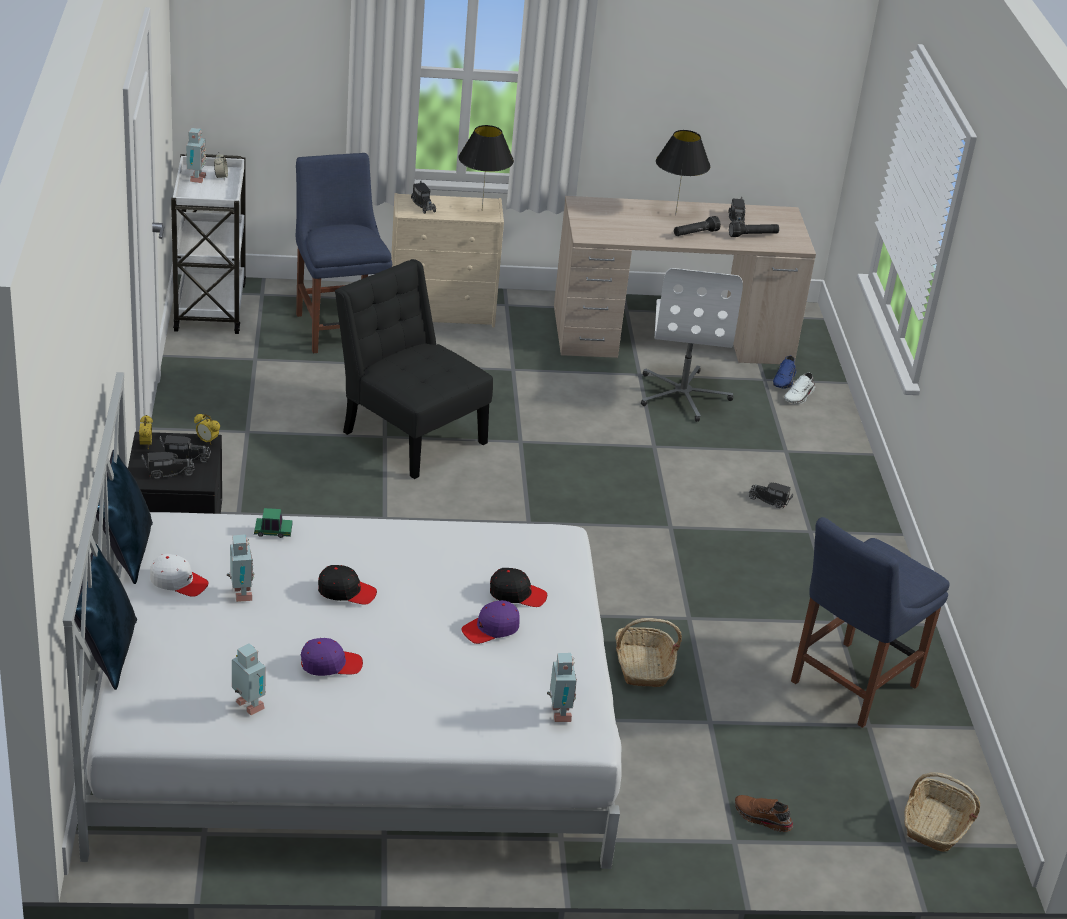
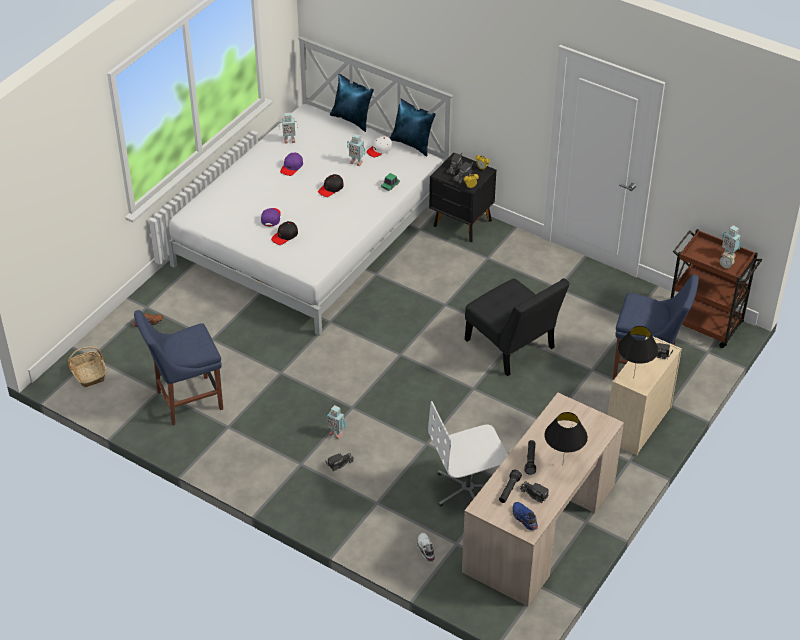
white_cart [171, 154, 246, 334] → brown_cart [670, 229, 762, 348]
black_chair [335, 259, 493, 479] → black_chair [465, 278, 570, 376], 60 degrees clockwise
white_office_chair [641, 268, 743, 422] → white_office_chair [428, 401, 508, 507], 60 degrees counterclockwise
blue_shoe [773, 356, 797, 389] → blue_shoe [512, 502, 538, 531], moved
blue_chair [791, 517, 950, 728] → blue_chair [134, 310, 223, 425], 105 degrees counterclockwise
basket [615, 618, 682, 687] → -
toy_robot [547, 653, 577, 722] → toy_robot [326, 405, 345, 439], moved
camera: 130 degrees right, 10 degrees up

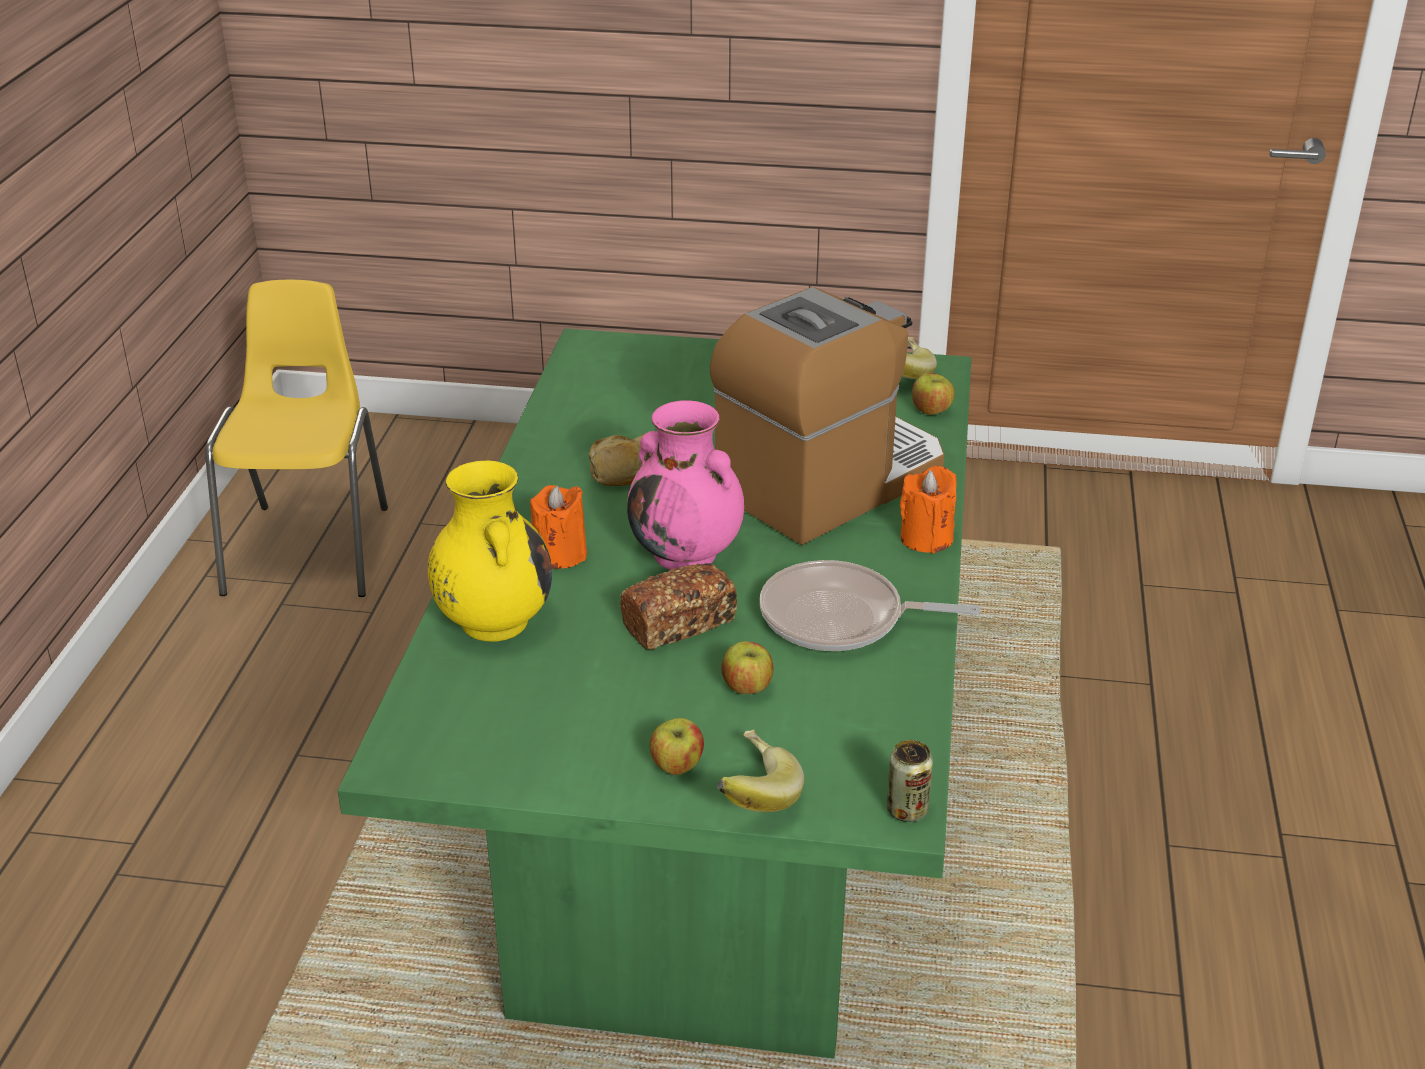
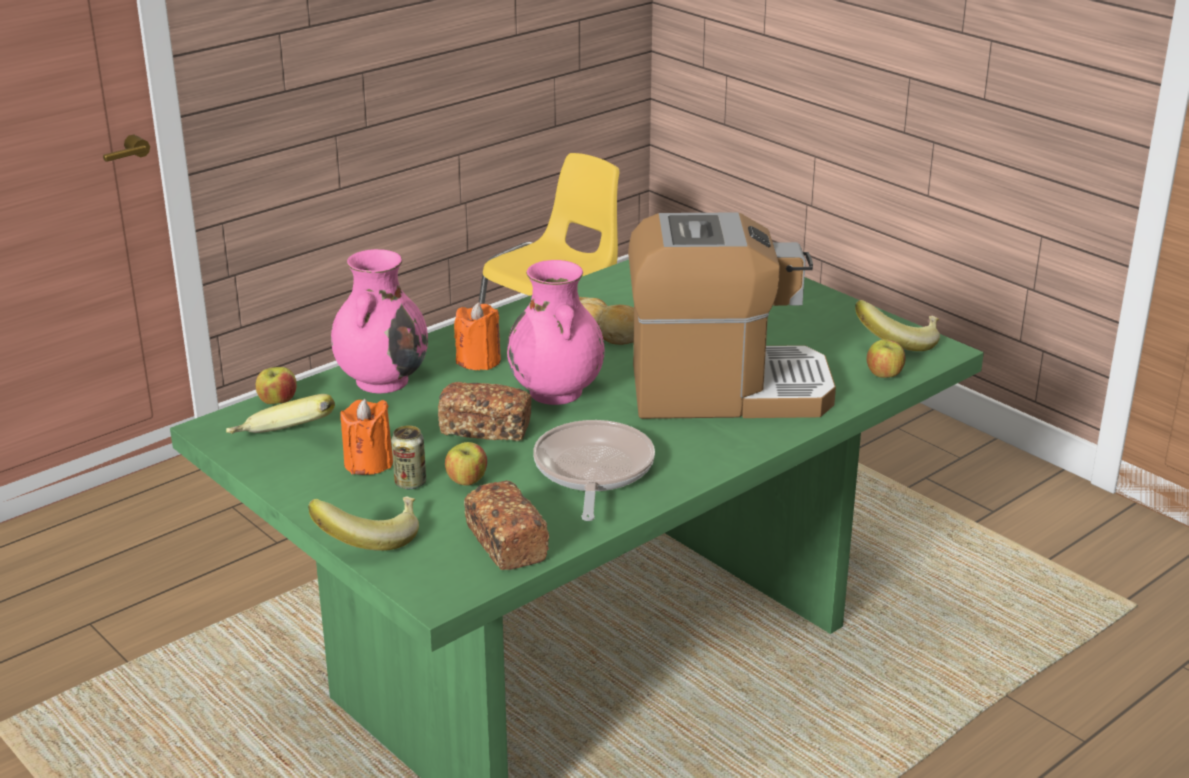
yellow_vase [428, 461, 552, 642] → pink_vase [331, 249, 428, 394]
orange_candle [900, 466, 956, 554] → orange_candle [341, 399, 393, 475], moved
frying_pan [760, 560, 981, 651] → frying_pan [533, 420, 655, 521], 45 degrees clockwise
apple [650, 718, 704, 775] → apple [256, 367, 297, 404], moved
can [887, 740, 933, 822] → can [391, 425, 426, 489], moved
- → banana [226, 394, 335, 434]
- → bread [464, 480, 549, 570]
camera: 40 degrees right, 5 degrees down

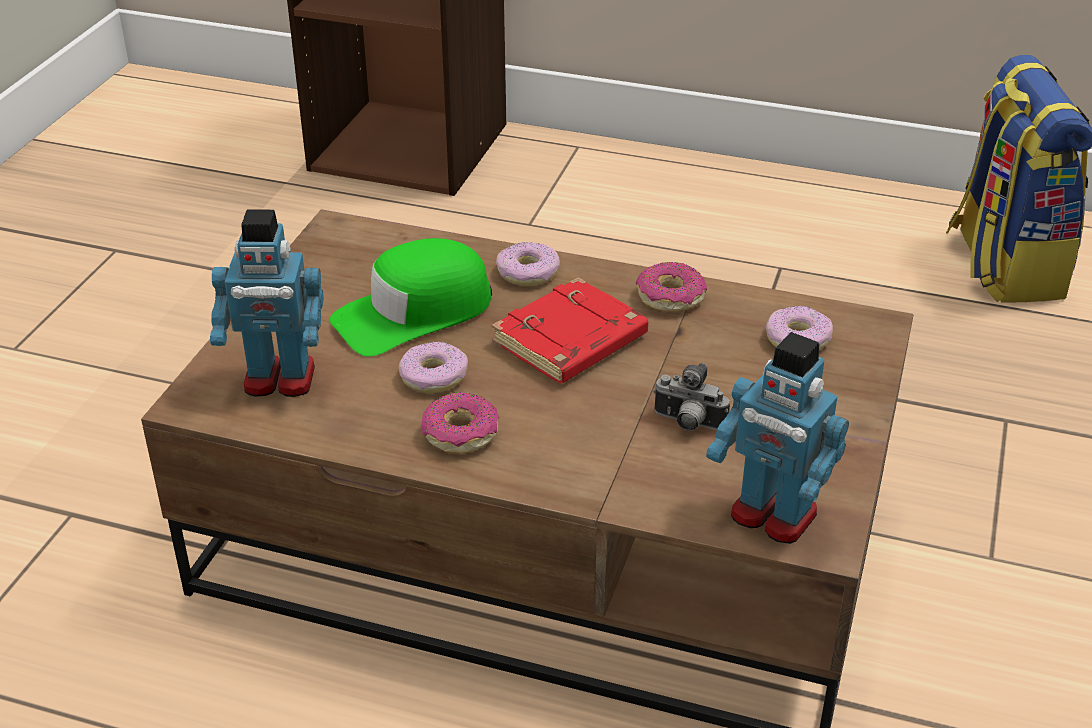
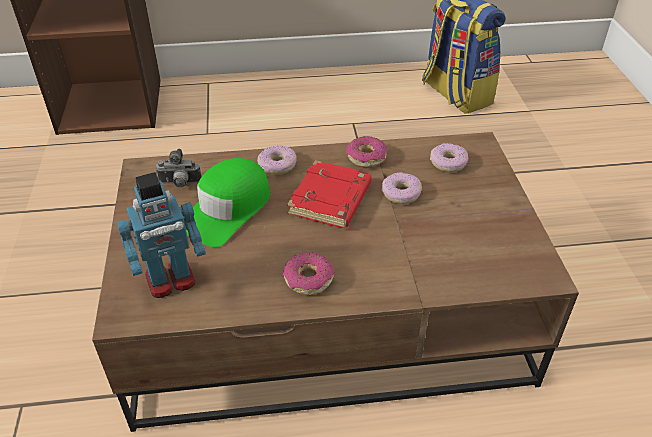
toy_robot [706, 332, 849, 544] → -
donut [399, 341, 468, 393] → donut [382, 172, 422, 204], moved
photo_camera [653, 363, 730, 431] → photo_camera [156, 149, 201, 187], moved
camera: 25 degrees left, 5 degrees up

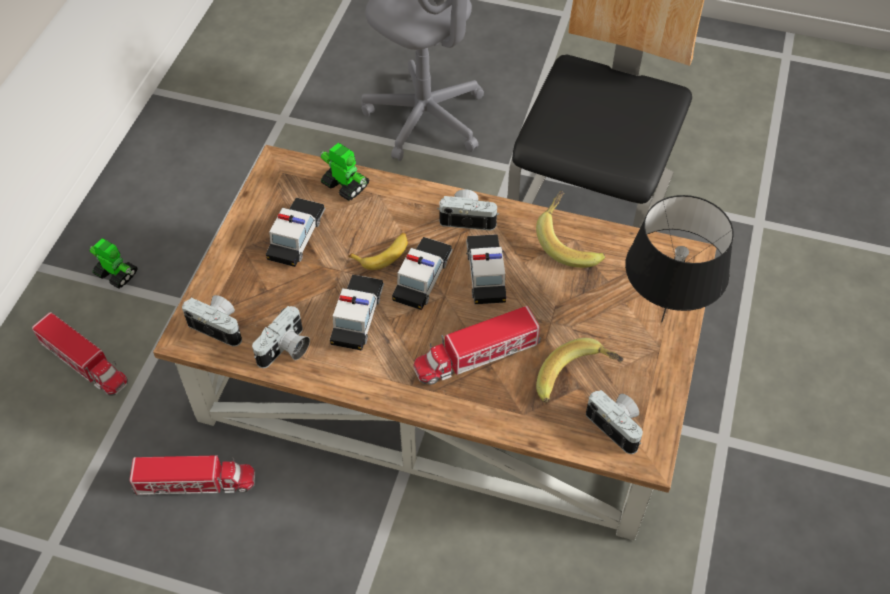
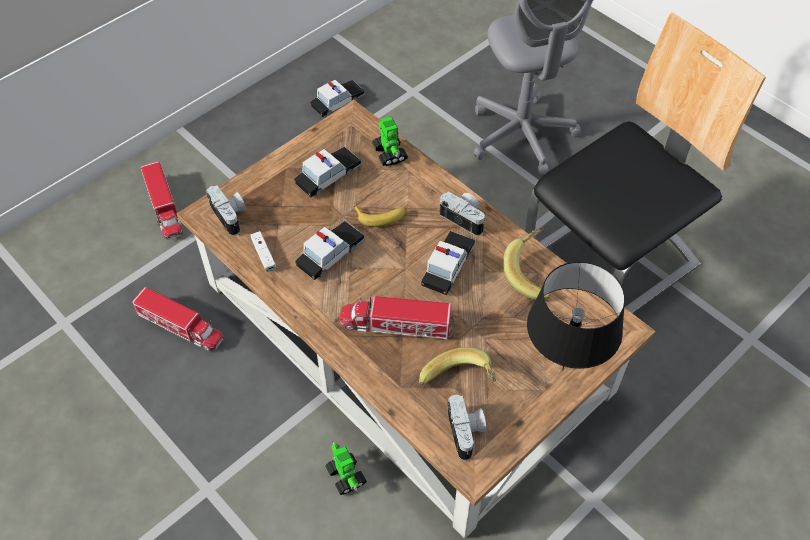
toy_car [392, 237, 453, 310] → toy_car [310, 80, 365, 117], moved
toy_robot [89, 238, 138, 289] → toy_robot [325, 441, 367, 495], moved
photo_camera [252, 306, 310, 368] → white_game_controller [250, 231, 276, 272]
camera: 30 degrees right, 0 degrees up

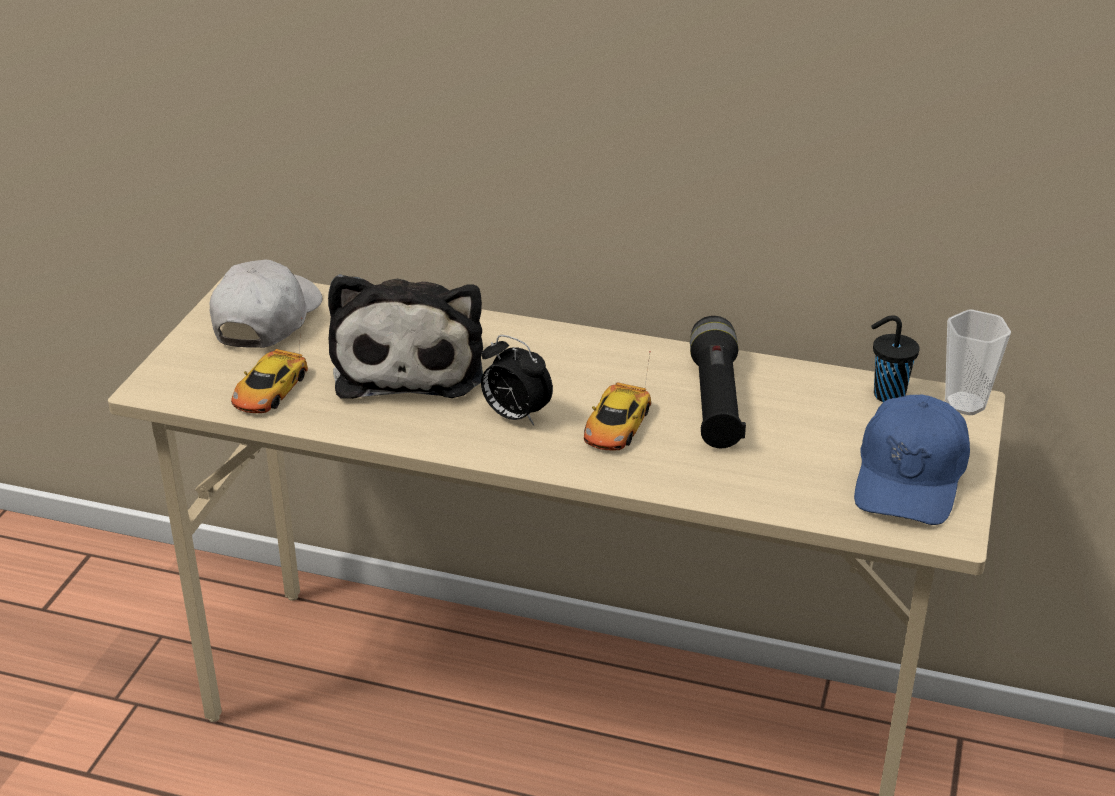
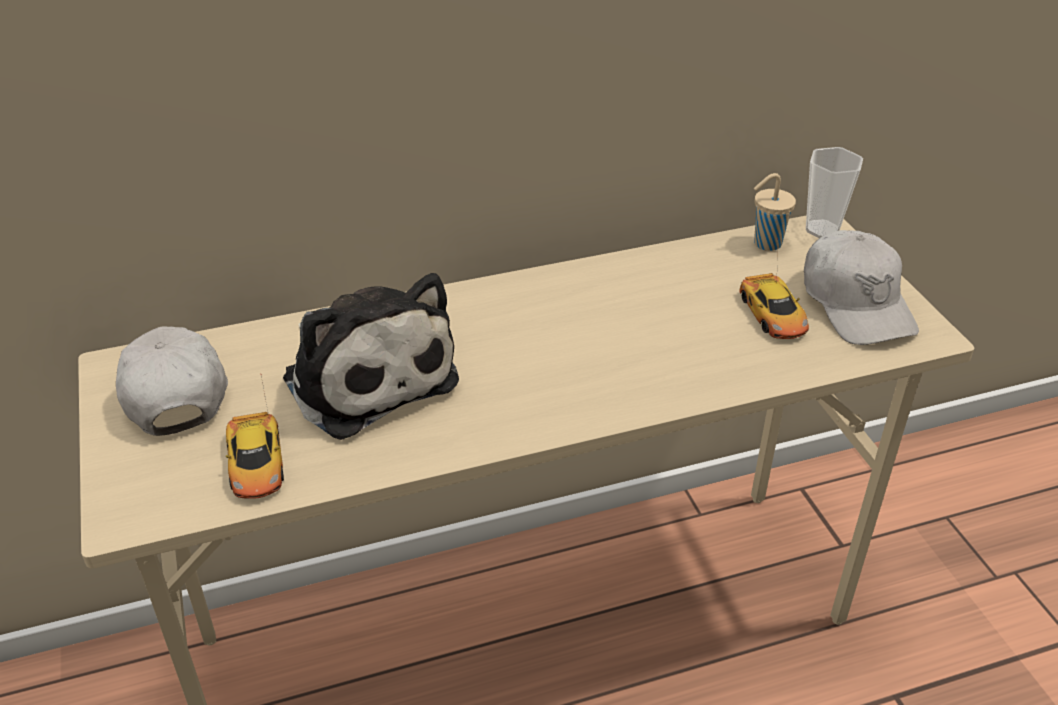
black_cup [871, 315, 920, 402] → beige_cup [754, 173, 796, 251]
black_flashlight [690, 316, 746, 448] → -
alarm_clock [481, 335, 553, 426] → -
toy_car [584, 351, 651, 451] → toy_car [739, 238, 809, 339], moved
blue_cap [854, 395, 970, 525] → white_cap [804, 230, 919, 345]
camera: 35 degrees left, 5 degrees up

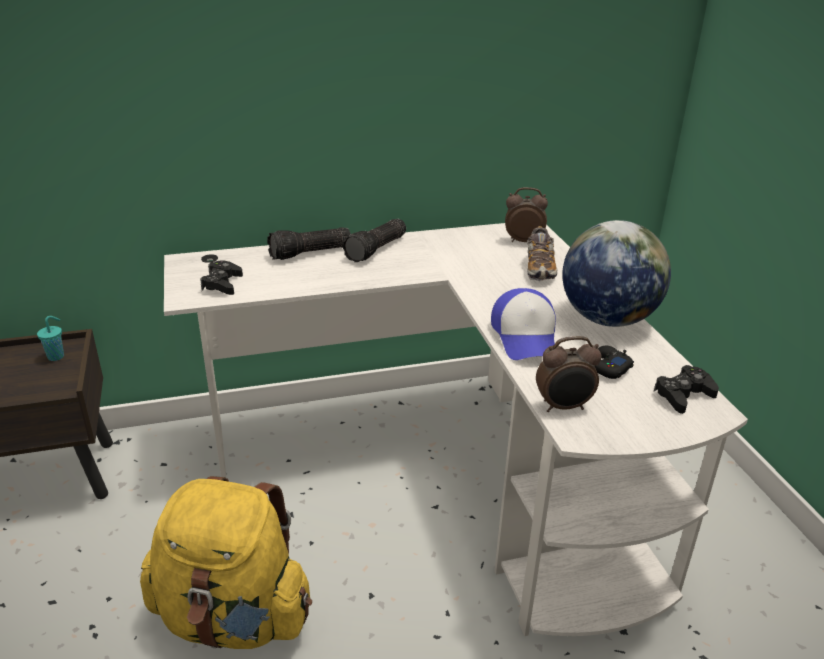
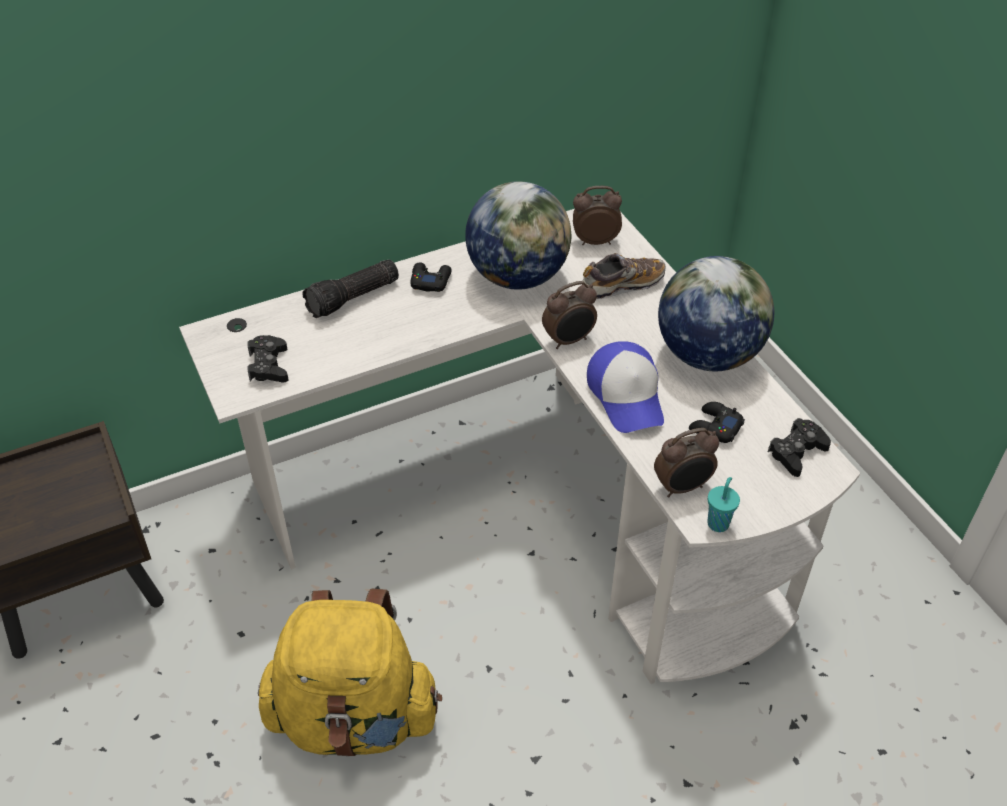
flashlight [343, 219, 406, 262] → black_game_controller [410, 262, 452, 292]
shoe [527, 226, 557, 281] → shoe [582, 253, 666, 299], 105 degrees counterclockwise
turquoise_cup [37, 316, 64, 361] → turquoise_cup [708, 477, 740, 532], moved
- → globe [465, 181, 571, 290]
- → alarm_clock [542, 281, 597, 349]
camera: 10 degrees left, 15 degrees up

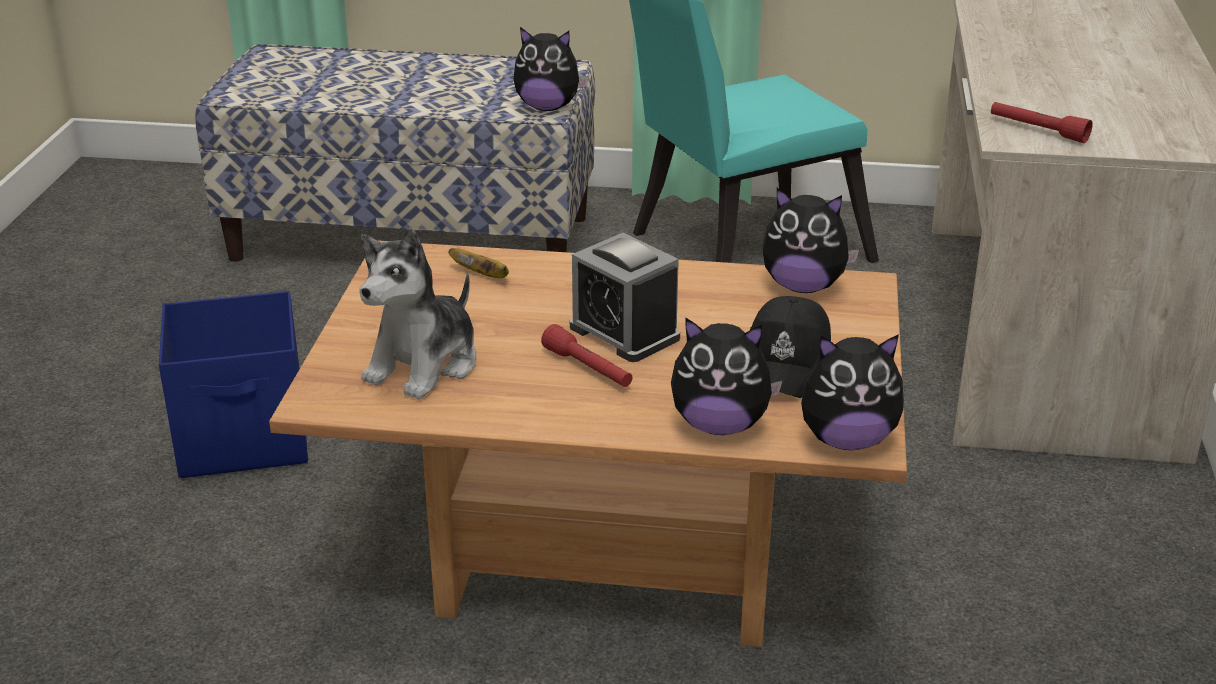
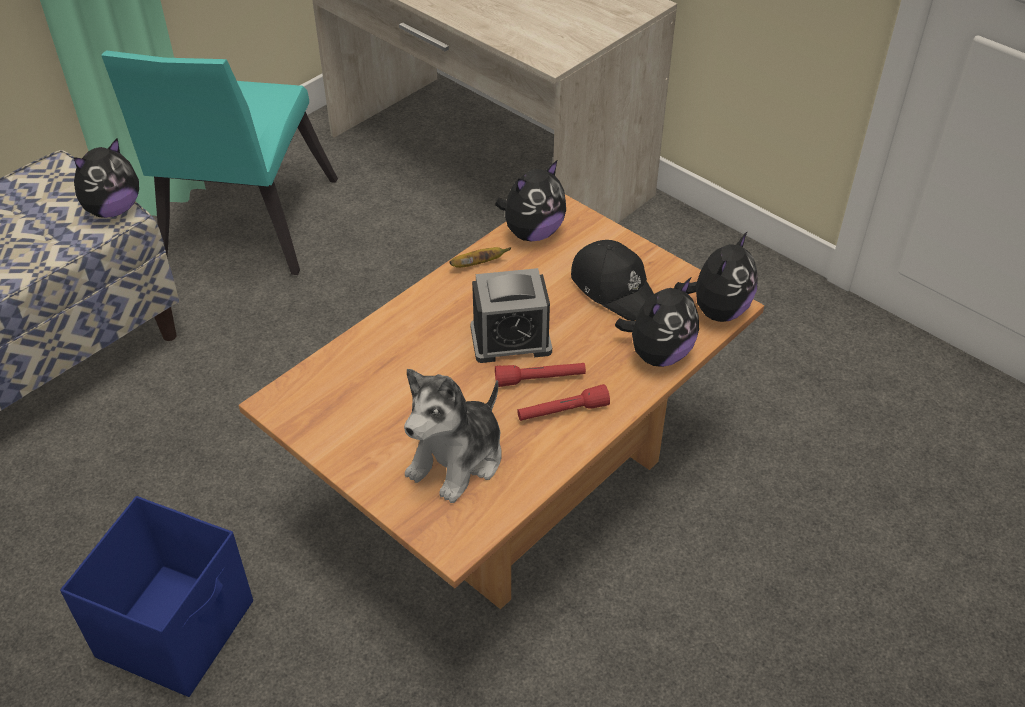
red_flashlight [991, 102, 1093, 143] → red_flashlight [517, 384, 610, 421], moved
plush_toy [359, 228, 476, 400] → plush_toy [404, 369, 501, 503], 60 degrees clockwise
banana [448, 248, 509, 278] → banana [449, 247, 511, 268], moved
camera: 55 degrees left, 15 degrees up

